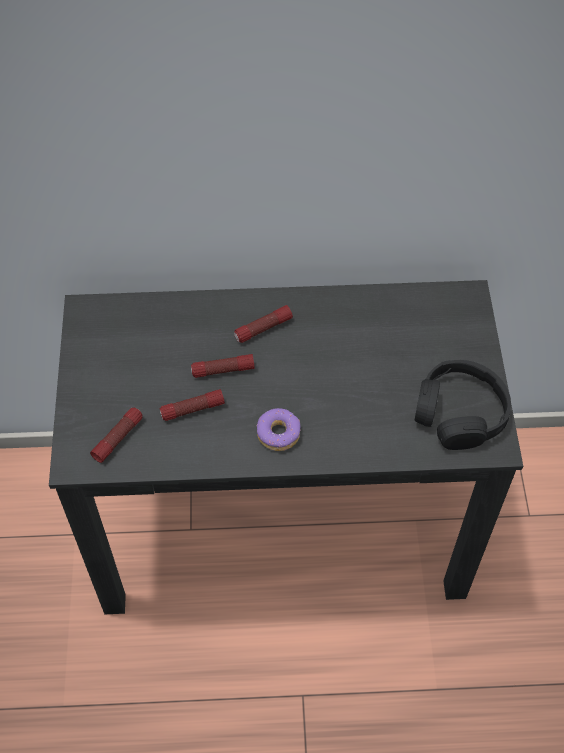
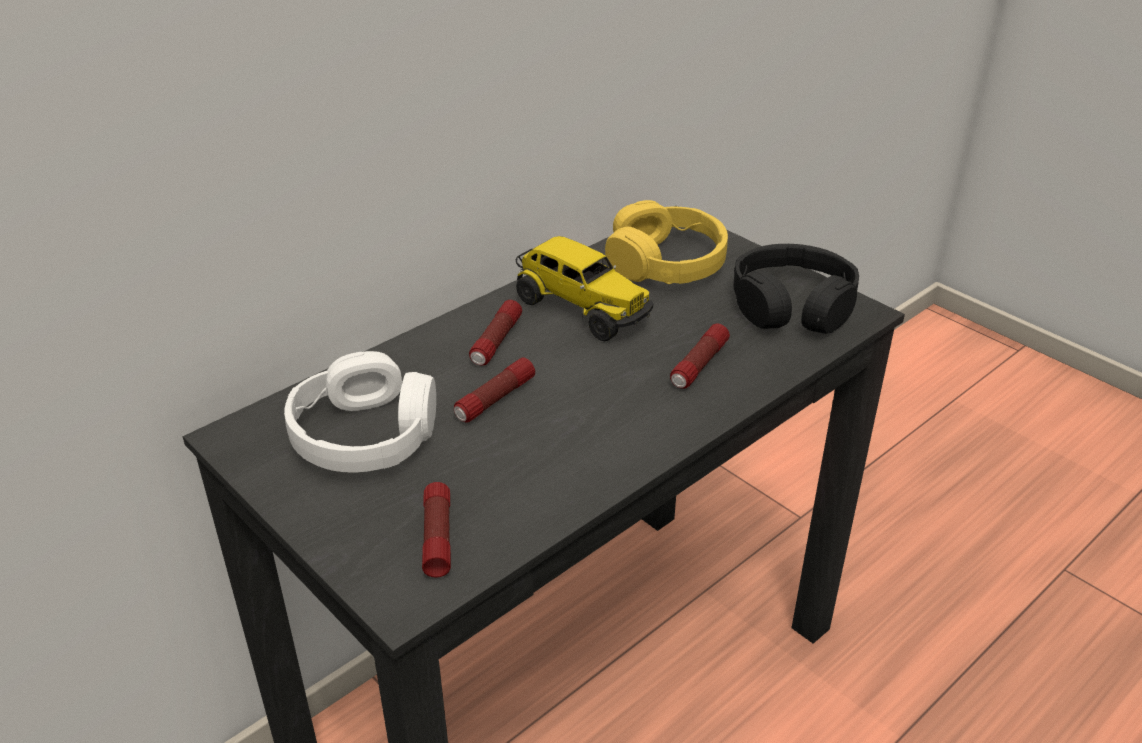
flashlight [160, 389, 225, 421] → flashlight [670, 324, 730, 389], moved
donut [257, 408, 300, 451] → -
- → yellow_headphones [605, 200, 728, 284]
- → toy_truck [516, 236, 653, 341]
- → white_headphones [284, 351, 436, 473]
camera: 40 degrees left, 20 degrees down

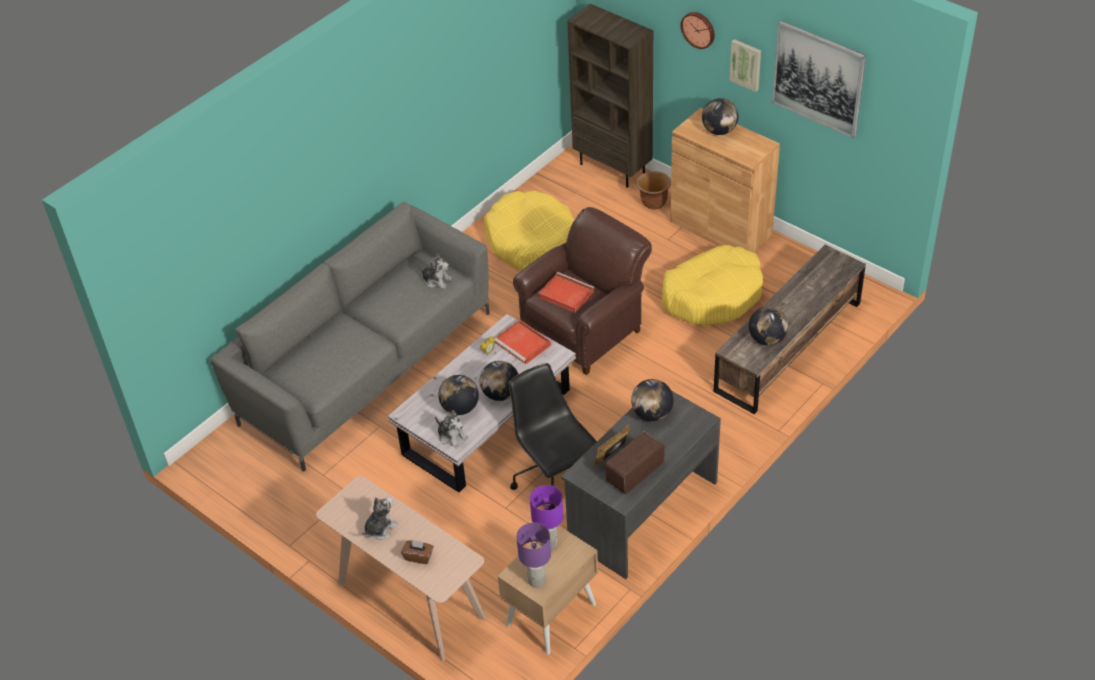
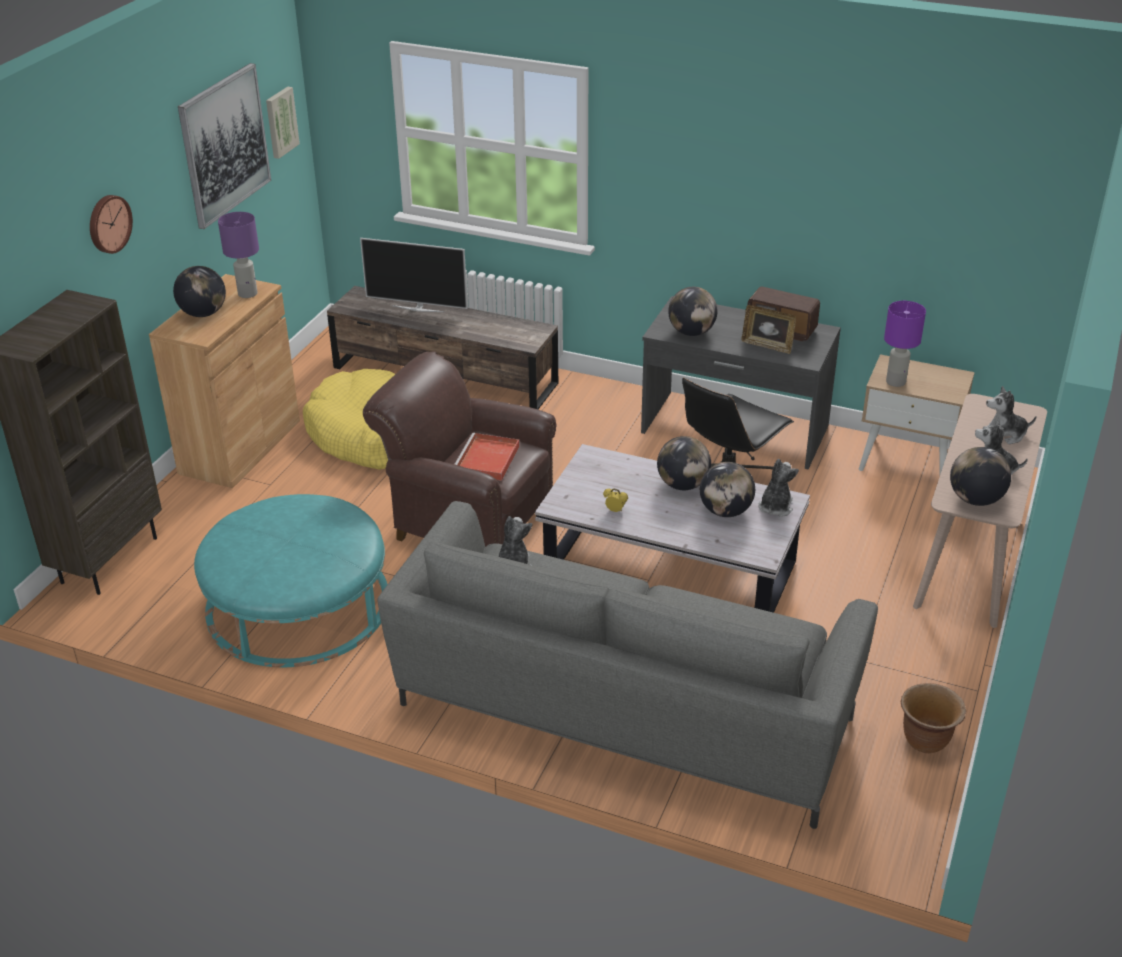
picture [729, 39, 761, 92] → picture [266, 87, 300, 159], moved
brown_planter [636, 171, 671, 210] → brown_planter [901, 683, 966, 753], moved
yellow_dog_bed [484, 190, 574, 271] → turquoise_ottoman [194, 494, 388, 667]
globe [749, 306, 788, 346] → globe [950, 447, 1011, 506], moved
red_tray [494, 320, 551, 364] → -
purple_table_lamp [517, 522, 551, 588] → purple_table_lamp [218, 212, 259, 298], moved
brown_tissue_box [401, 540, 434, 564] → plush_toy [982, 386, 1037, 444]
- → television [360, 238, 468, 312]
camera: 110 degrees left, 10 degrees down

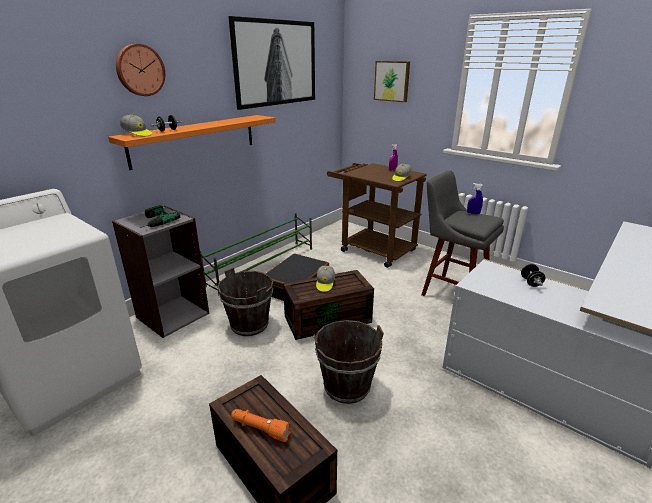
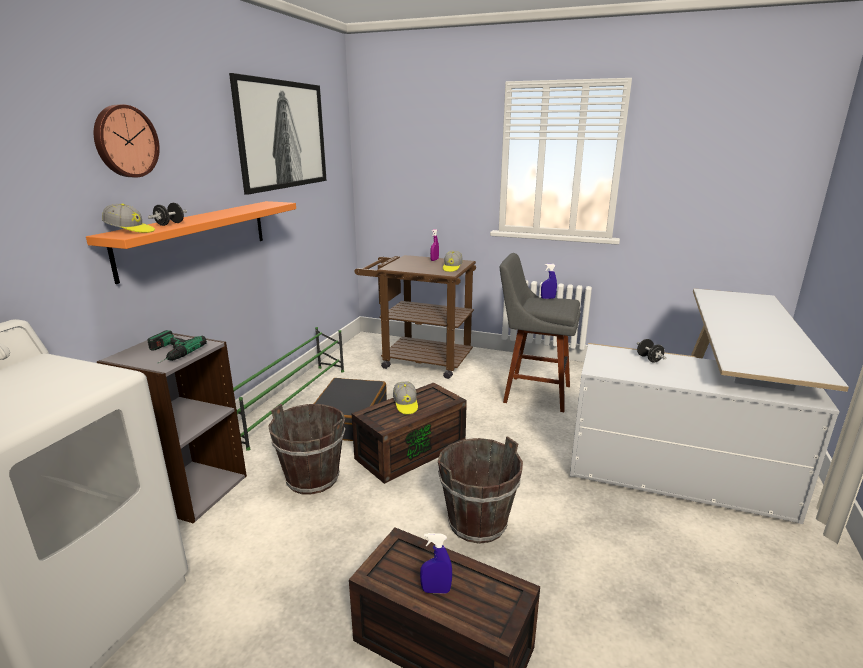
picture [374, 61, 410, 102] → -
orange_flashlight [231, 409, 291, 442] → blue_spray_bottle [420, 533, 452, 594]
camera: 20 degrees left, 5 degrees down

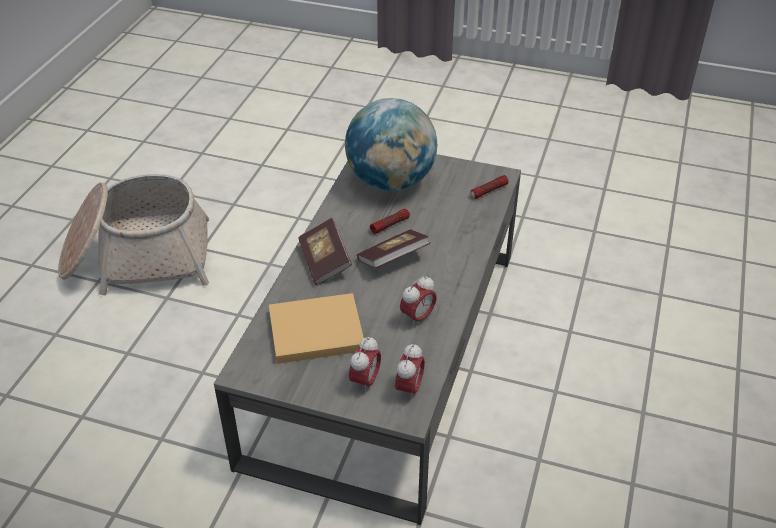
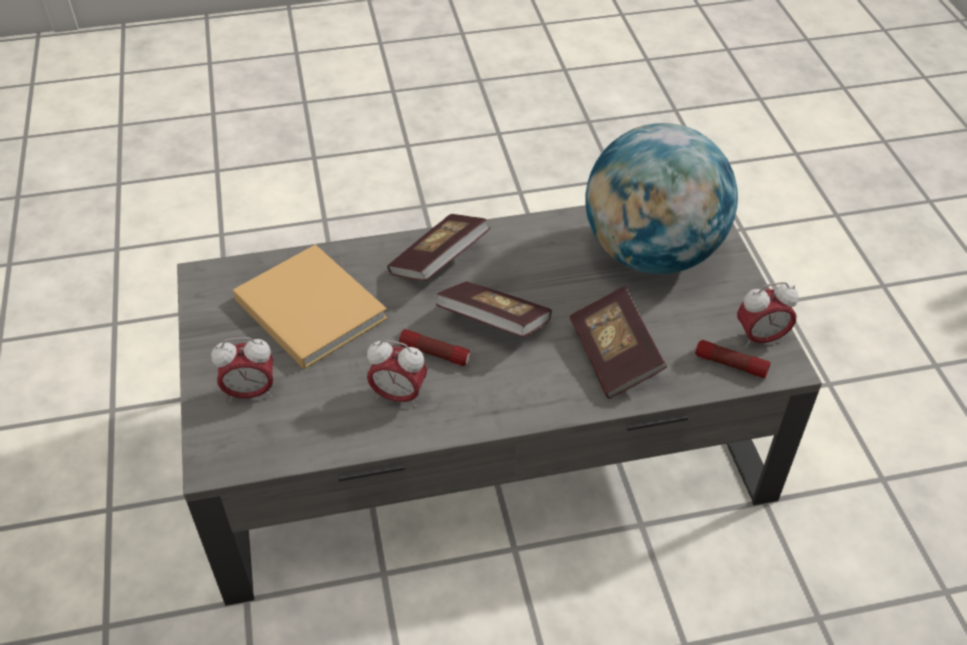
basket [58, 174, 209, 295] → -
flashlight [370, 209, 410, 234] → flashlight [399, 329, 471, 366], moved
alarm_clock [395, 343, 425, 401] → alarm_clock [737, 282, 799, 348], moved
- → book [570, 286, 667, 399]
camera: 60 degrees right, 5 degrees up

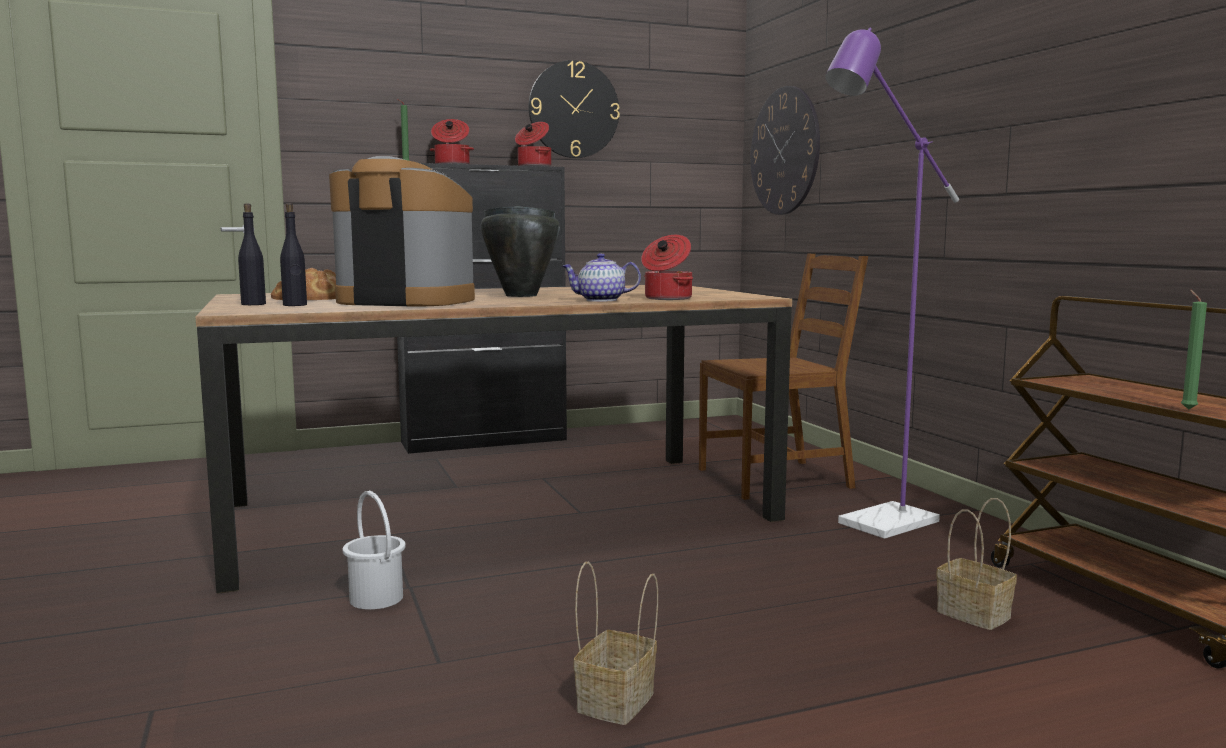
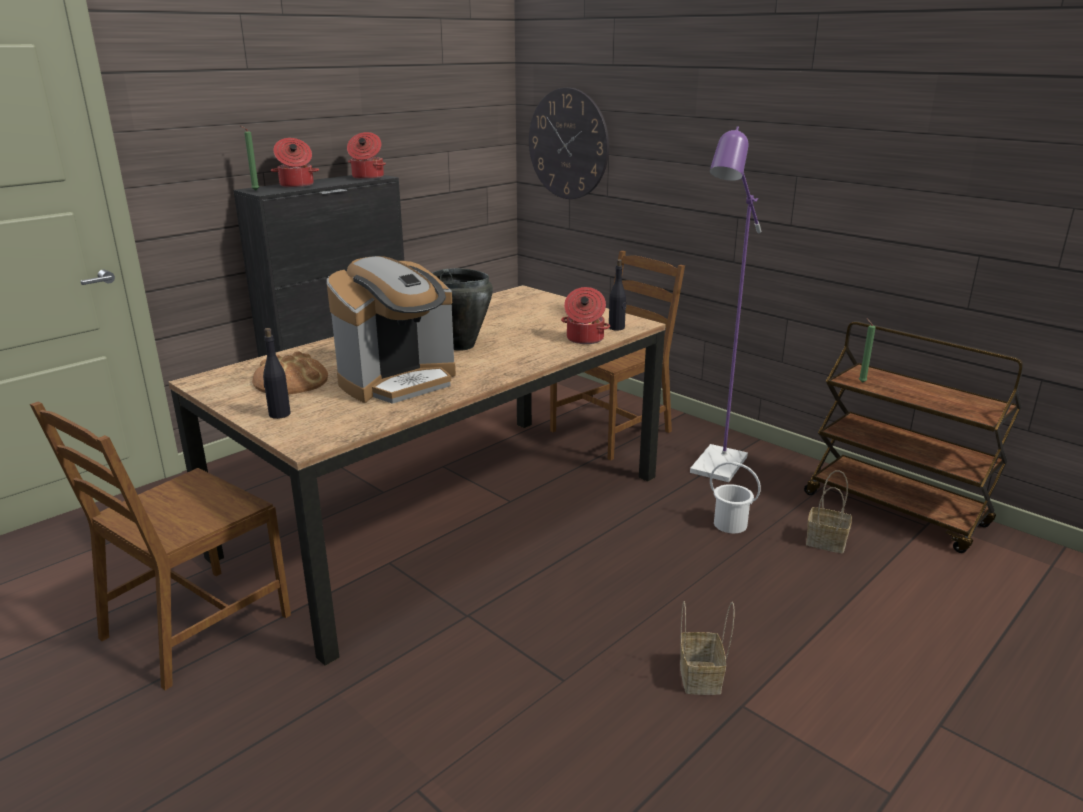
wall_clock [528, 60, 620, 158] → -
coffee_machine [329, 156, 475, 307] → coffee_machine [327, 256, 456, 404], 150 degrees clockwise
black_bottle [280, 203, 307, 306] → black_bottle [609, 259, 627, 331], moved
teapot [562, 253, 641, 302] → -
green_candle [1181, 290, 1207, 410] → green_candle [859, 318, 876, 383], moved
white_bucket [342, 491, 406, 610] → white_bucket [710, 462, 761, 533], moved
- → brown_chair [30, 401, 291, 690]
camera: 25 degrees left, 15 degrees up

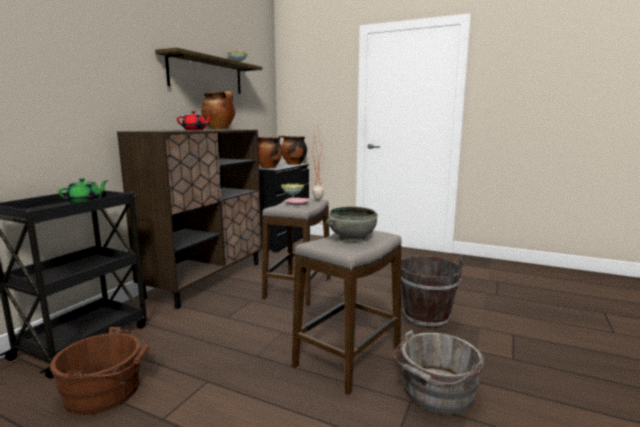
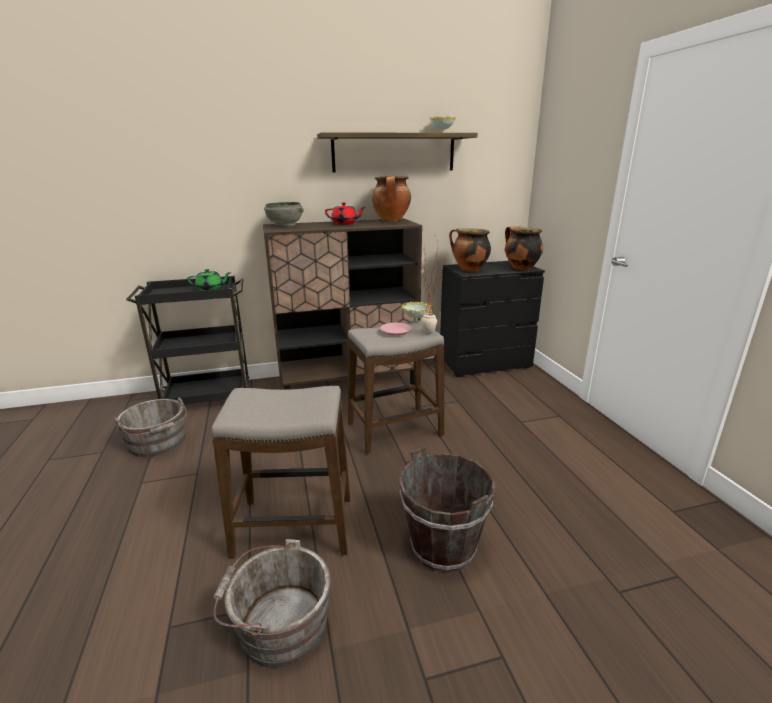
grey_bowl [326, 207, 377, 242] → grey_bowl [264, 202, 304, 227], moved
brown_bucket [50, 327, 150, 415] → grey_bucket [115, 398, 187, 457]
camera: 50 degrees right, 10 degrees up

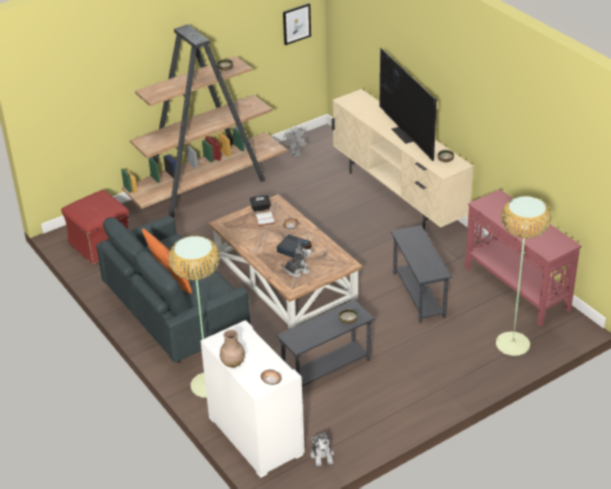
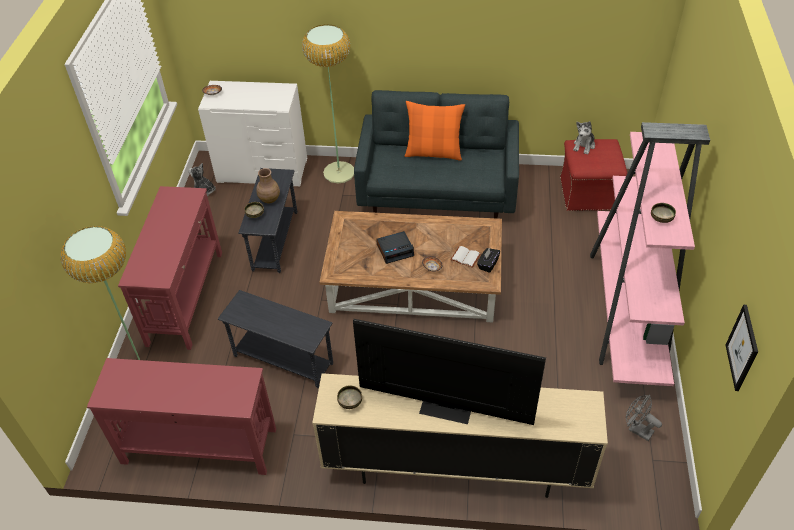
brown_bookcase [121, 24, 287, 218] → pink_bookcase [590, 122, 710, 386]
plush_toy [280, 243, 311, 277] → plush_toy [573, 121, 595, 155], moved
brown_vase [220, 330, 245, 368] → brown_vase [256, 168, 280, 203], moved
- → red_console_table [118, 186, 222, 350]
camera: 130 degrees right, 10 degrees up

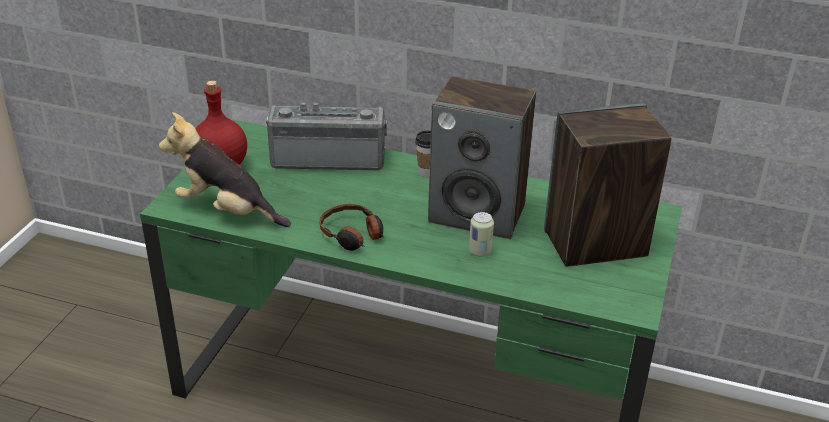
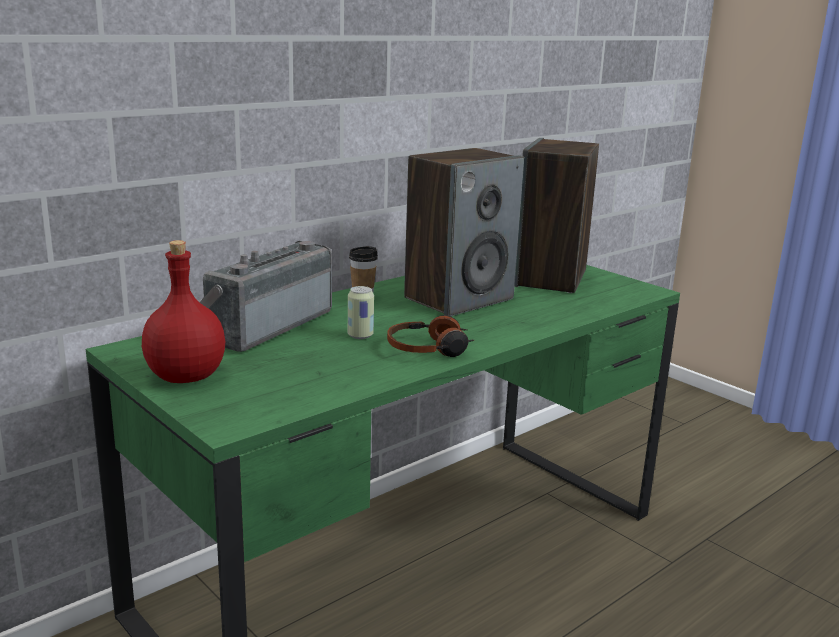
plush_toy [159, 112, 291, 227] → -
can [469, 212, 494, 256] → can [348, 286, 374, 339], moved
camera: 60 degrees left, 15 degrees down

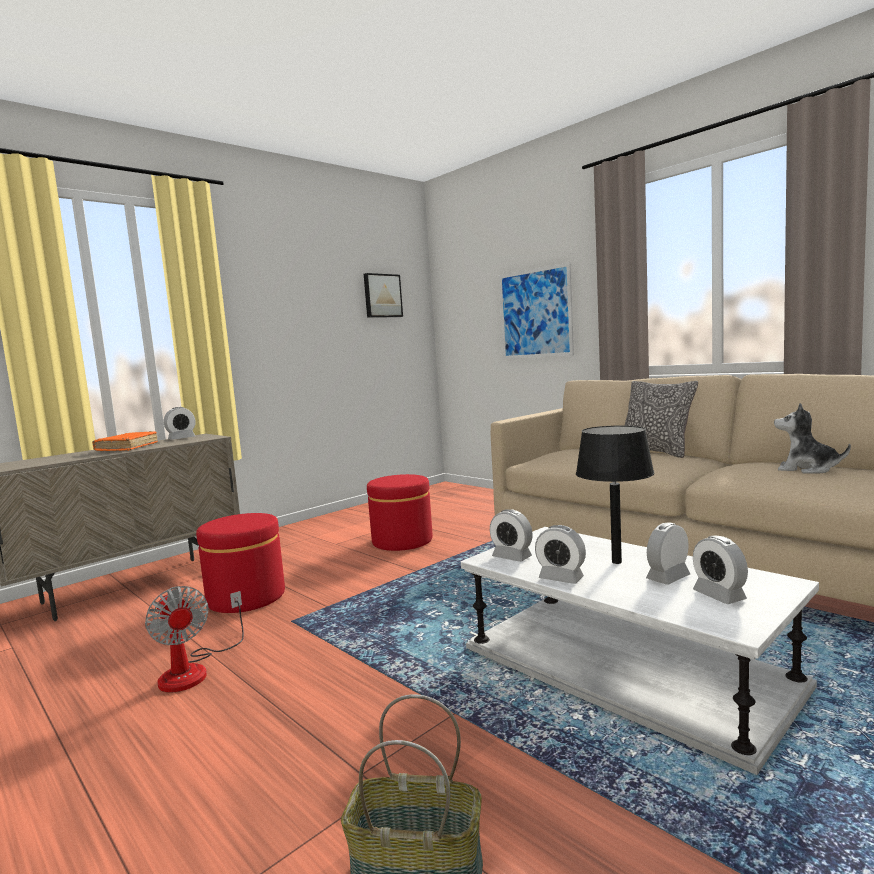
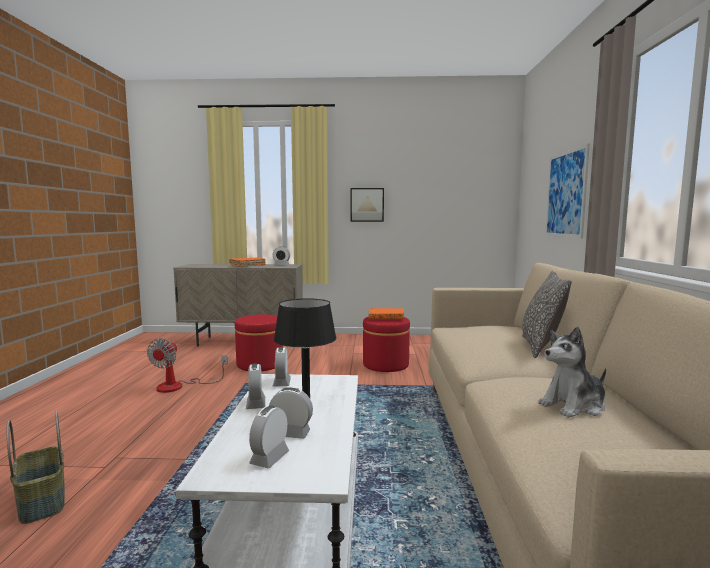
picture [364, 273, 403, 318] → picture [350, 188, 384, 222], moved
plush_toy [774, 403, 851, 474] → plush_toy [538, 327, 606, 418], 105 degrees counterclockwise
- → orange_book [368, 308, 404, 320]
camera: 45 degrees right, 0 degrees up

